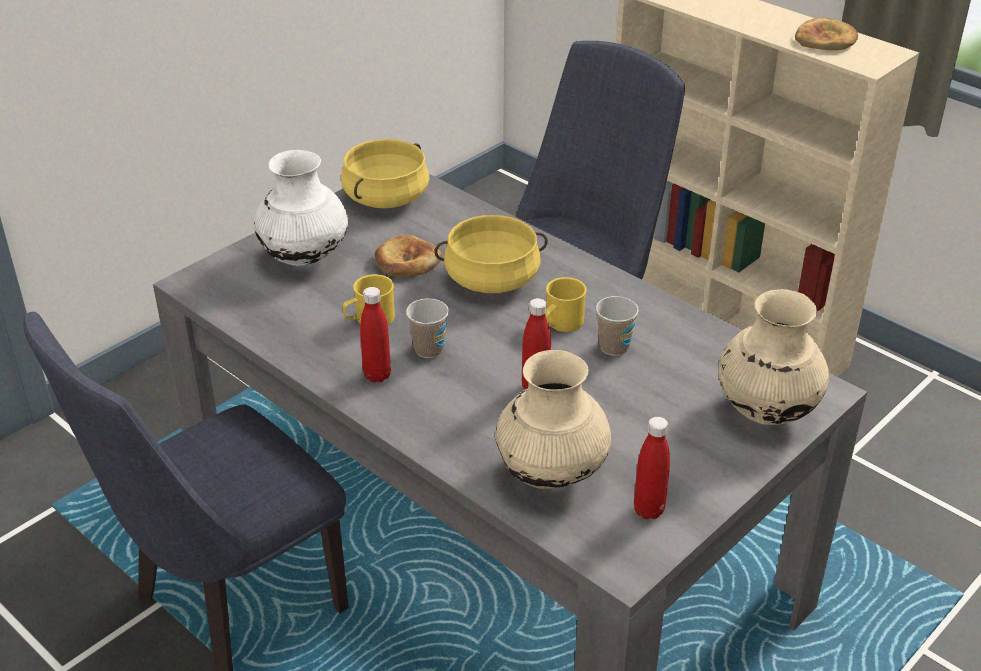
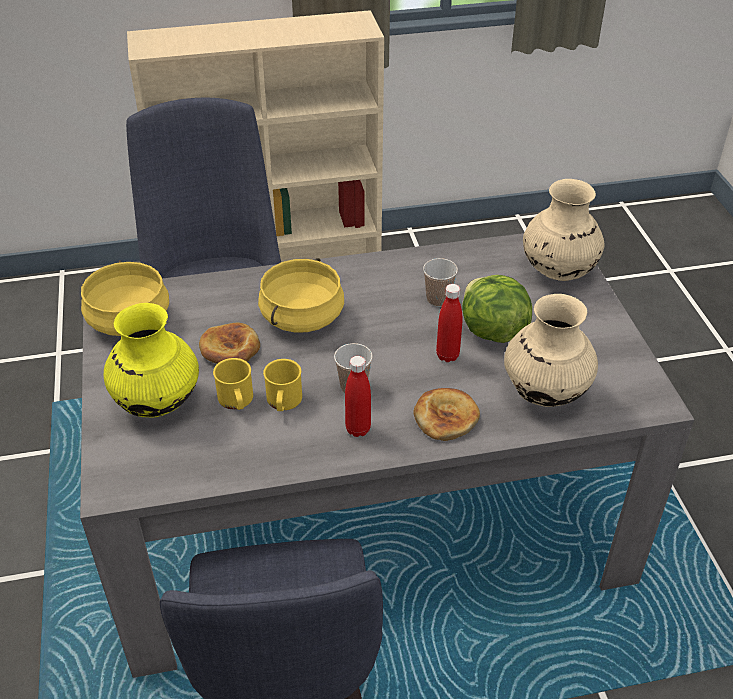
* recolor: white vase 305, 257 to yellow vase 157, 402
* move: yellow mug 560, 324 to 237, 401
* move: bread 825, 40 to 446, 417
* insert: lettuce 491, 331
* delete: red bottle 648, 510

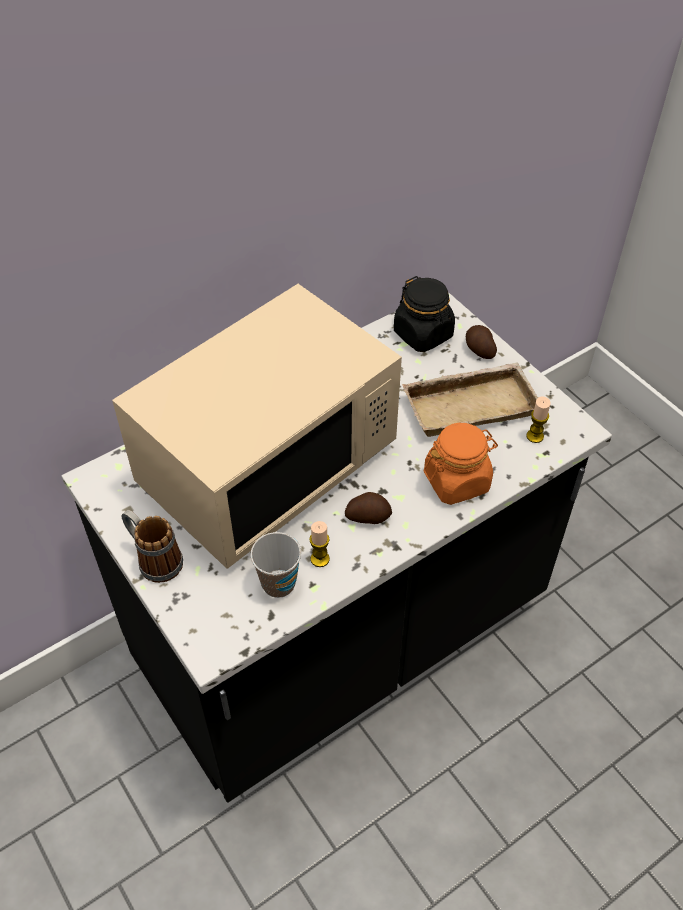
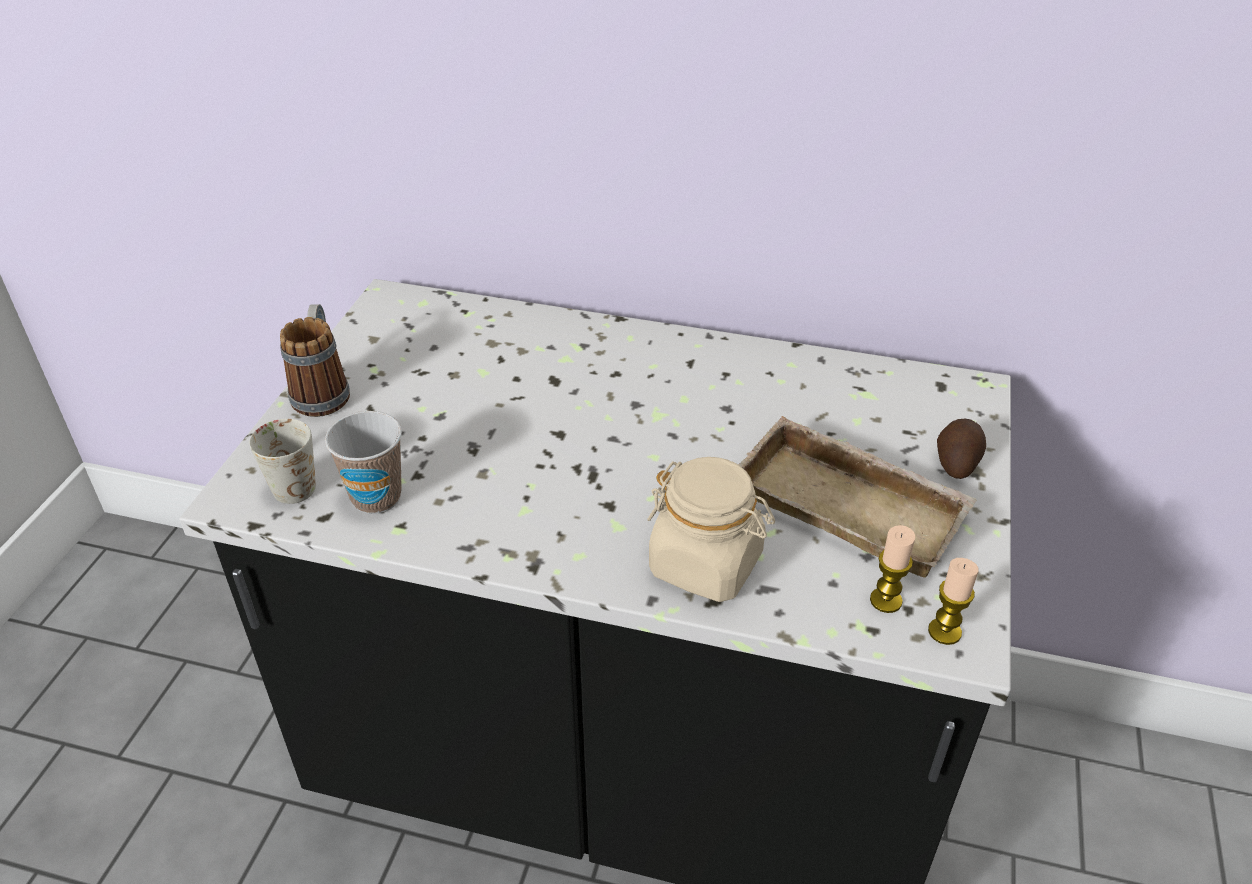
* insert: white mug 288, 481
* recolor: orange jar 457, 481 to beige jar 706, 564
* move: candle 320, 559 to 944, 631
* delete: beige microwave 268, 465
* delete: potato 368, 516
* delete: black jar 423, 334

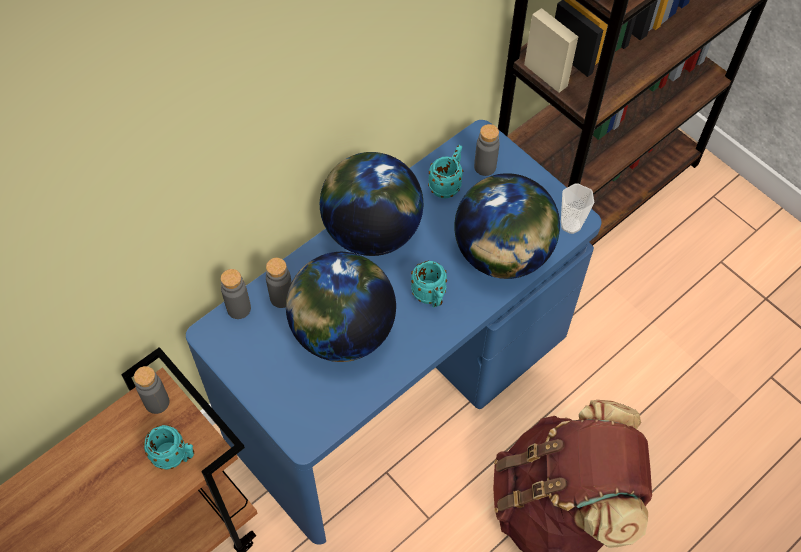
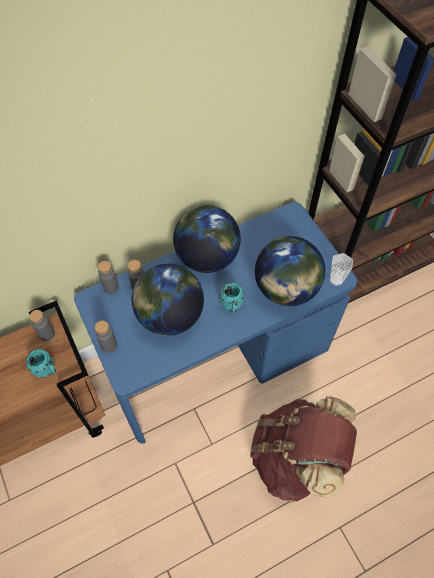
* move: grey bottle 485, 167 to 109, 345
* delete: turquoise mug 447, 184

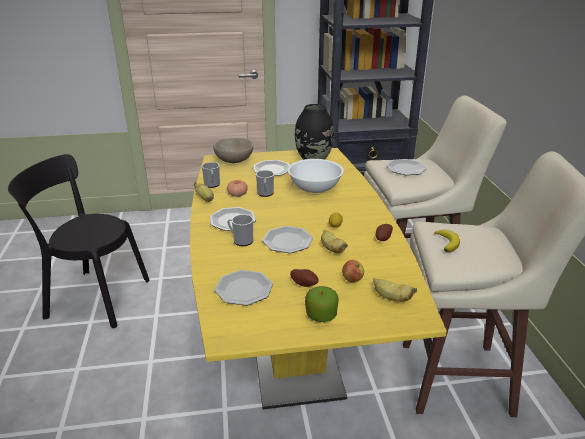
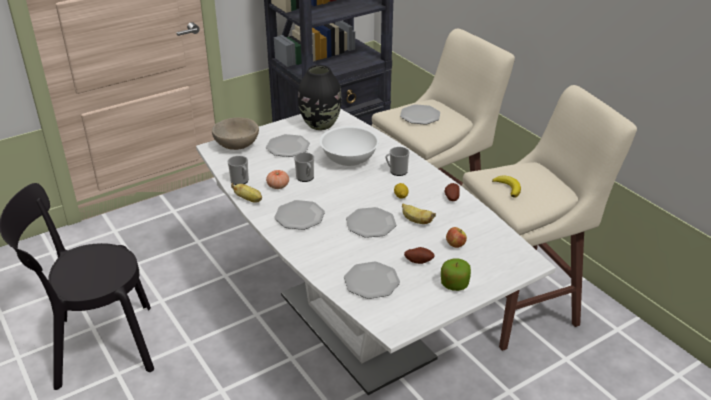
* recolor: yellow dining table 292, 344 to white dining table 355, 326
* move: mug 241, 241 to 396, 171
* delete: banana 391, 298

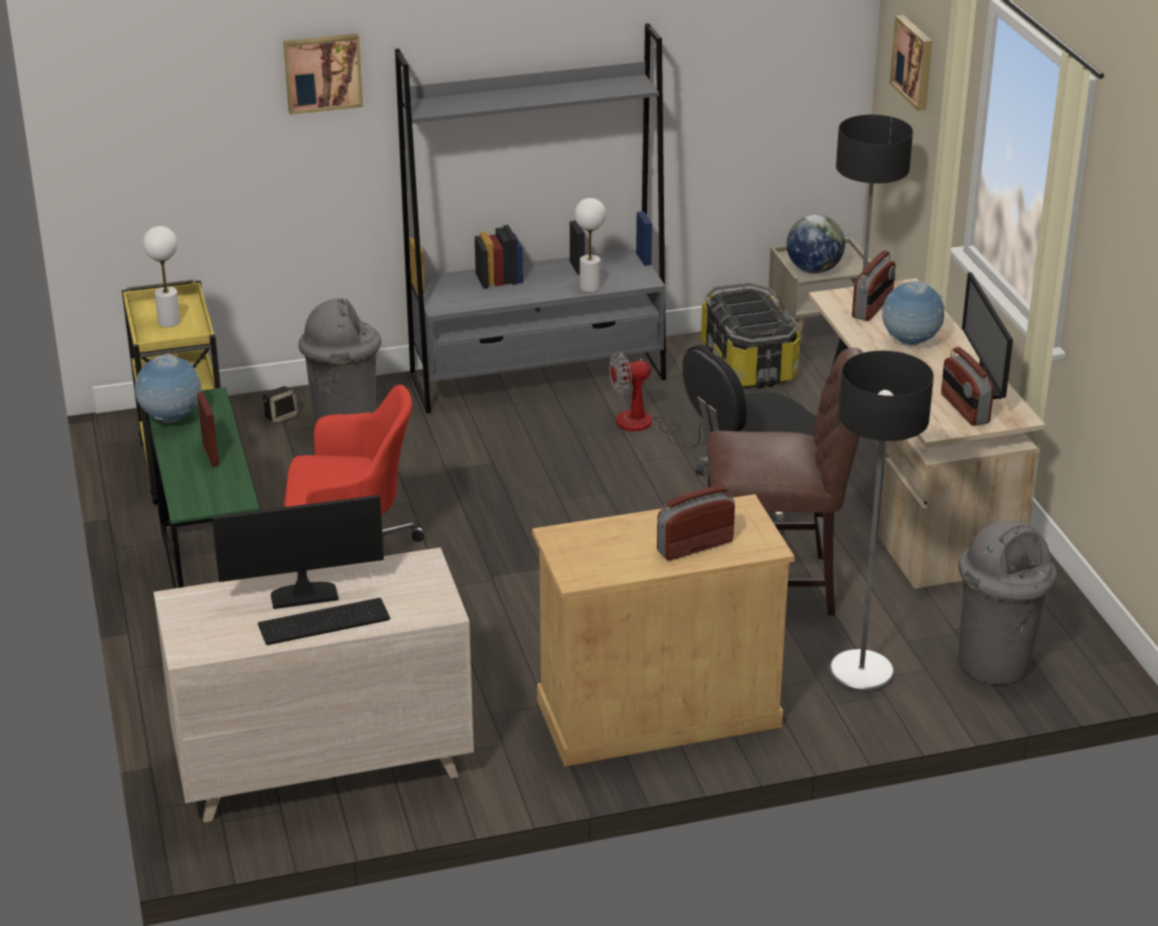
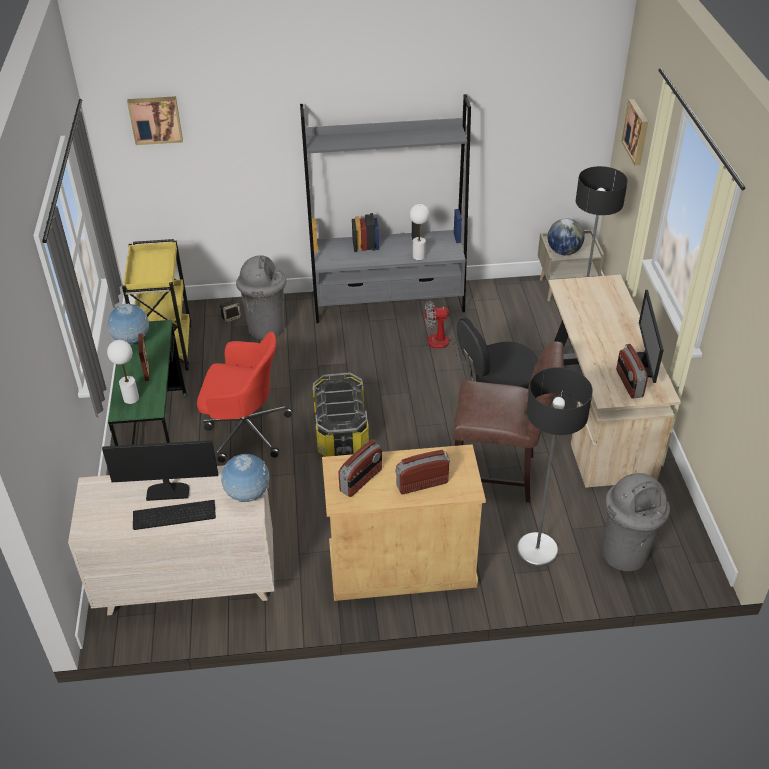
* move: white table lamp 169, 321 to 131, 398
* move: picture 322, 72 to 155, 119
* move: globe 910, 343 to 248, 495
* move: storage box 747, 363 to 340, 431
* move: radio 873, 307 to 361, 480

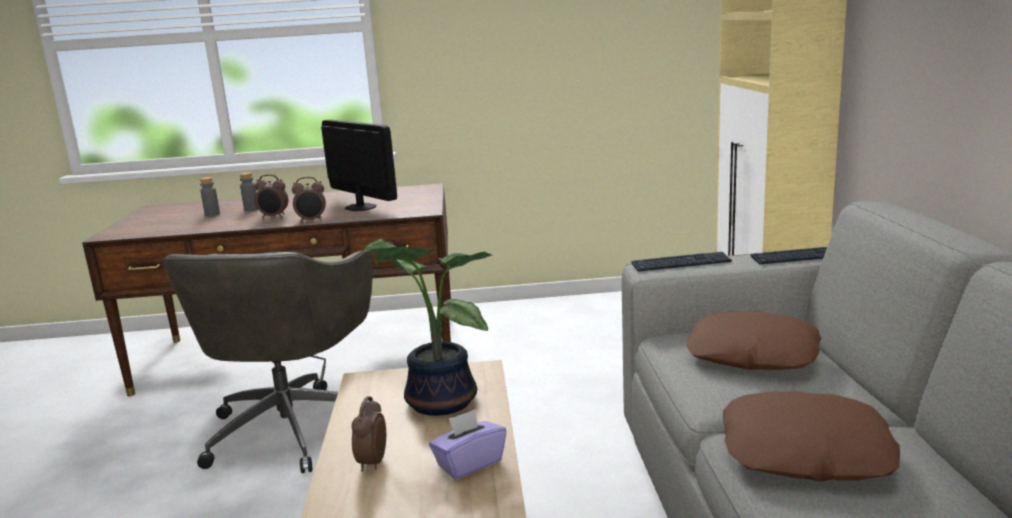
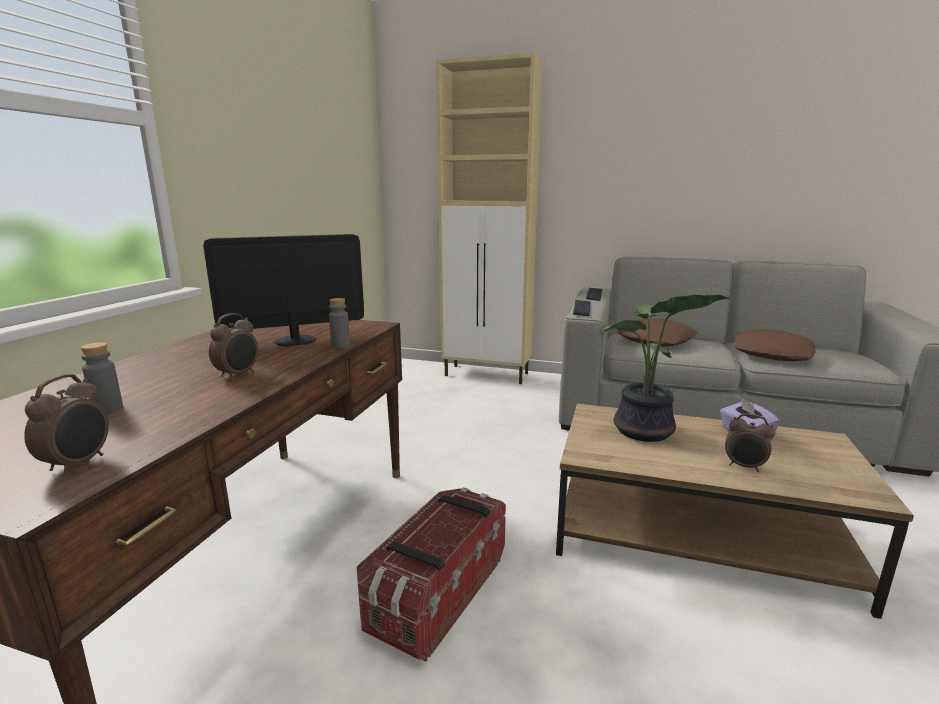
* move: alarm clock 312, 220 to 79, 464
* move: grey bottle 251, 209 to 340, 346
* replace: grey office chair 291, 427 to storage box 437, 592

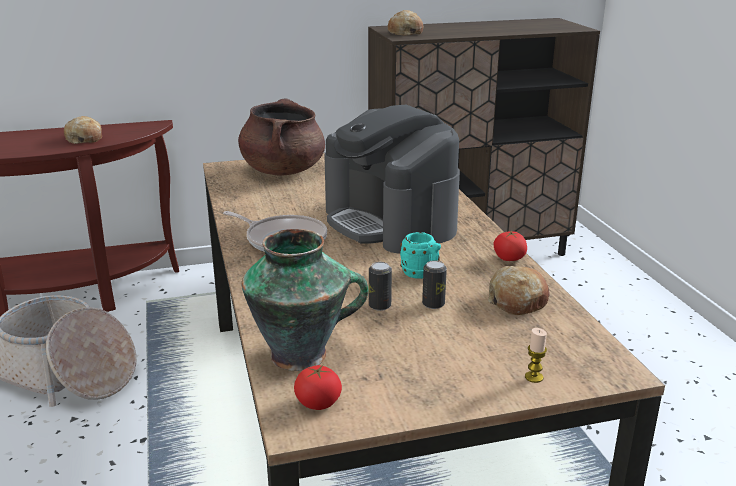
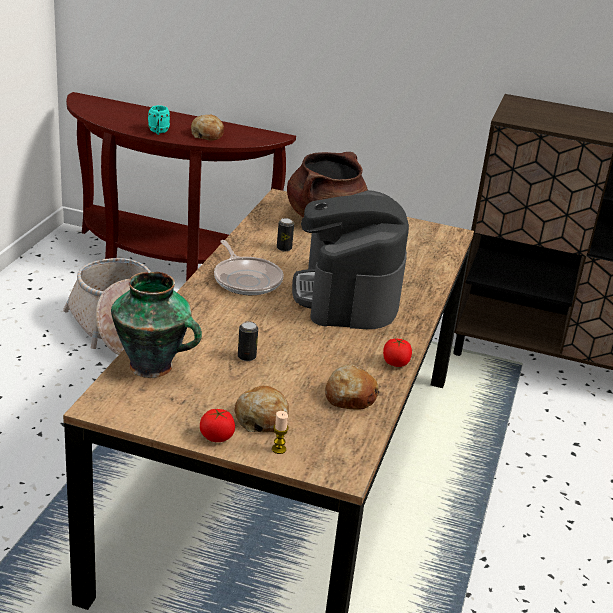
* move: turquoise mug 422, 275 to 158, 132
* move: tomato 318, 403 to 216, 437
* move: bread 405, 32 to 261, 418
* move: can 433, 304 to 284, 248

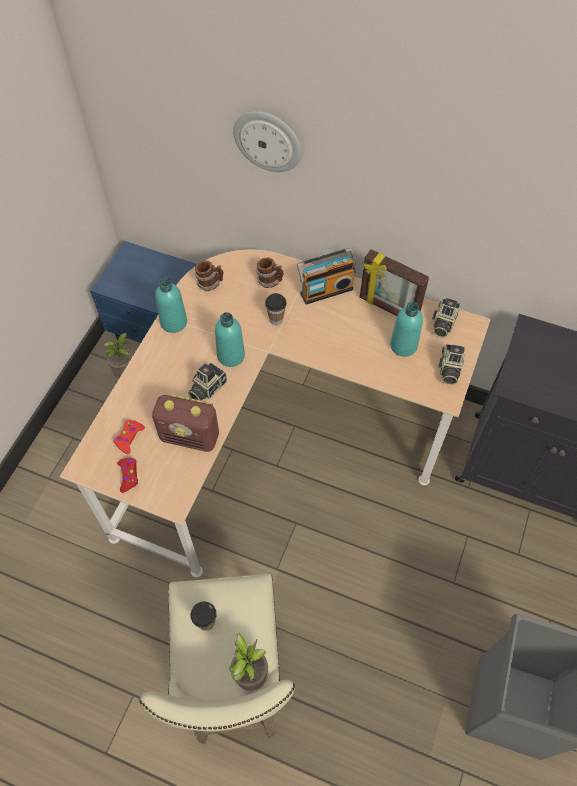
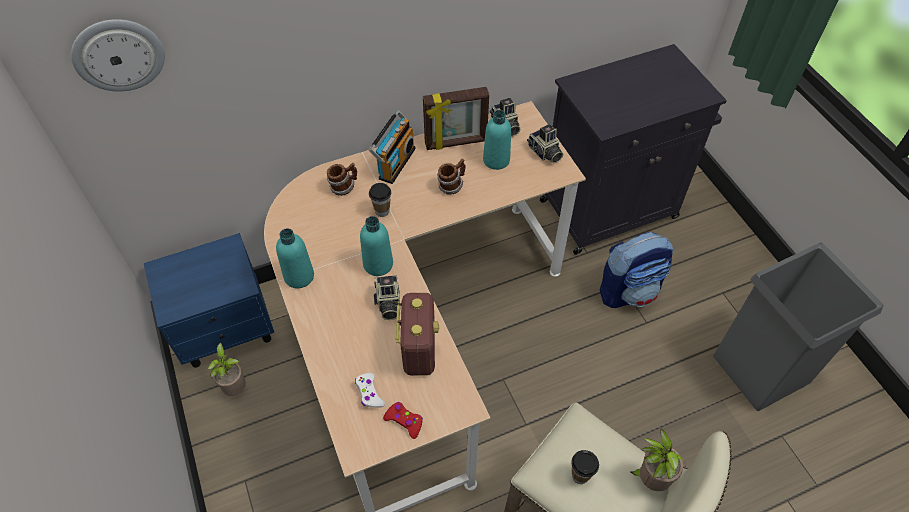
* move: wall clock 268, 140 to 118, 54
* recolor: red game controller 129, 438 to white game controller 369, 393
* rotate: radio 190, 437 = 419, 349 60 degrees counterclockwise
* move: mug 210, 283 to 451, 186
* insert: backpack 629, 291

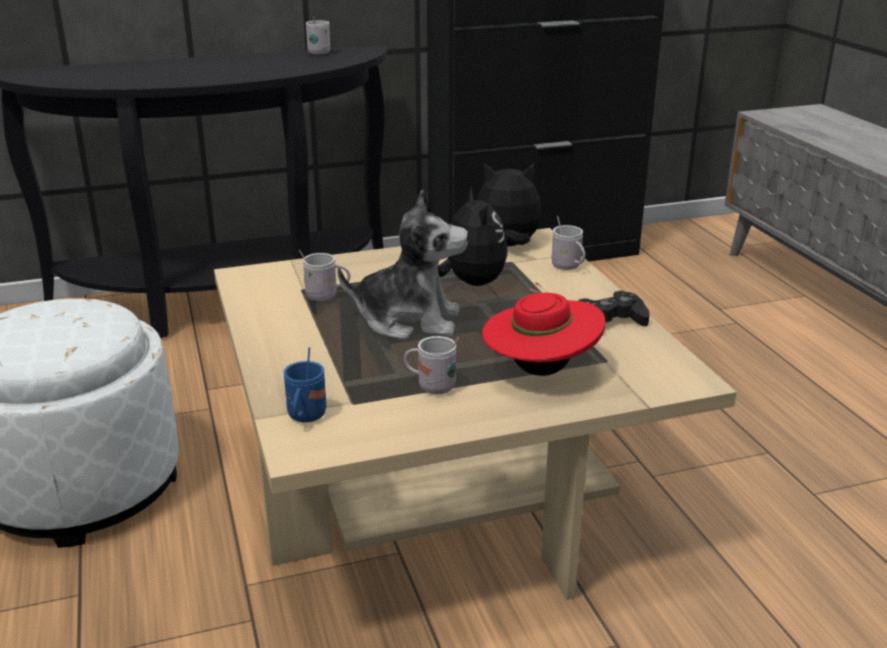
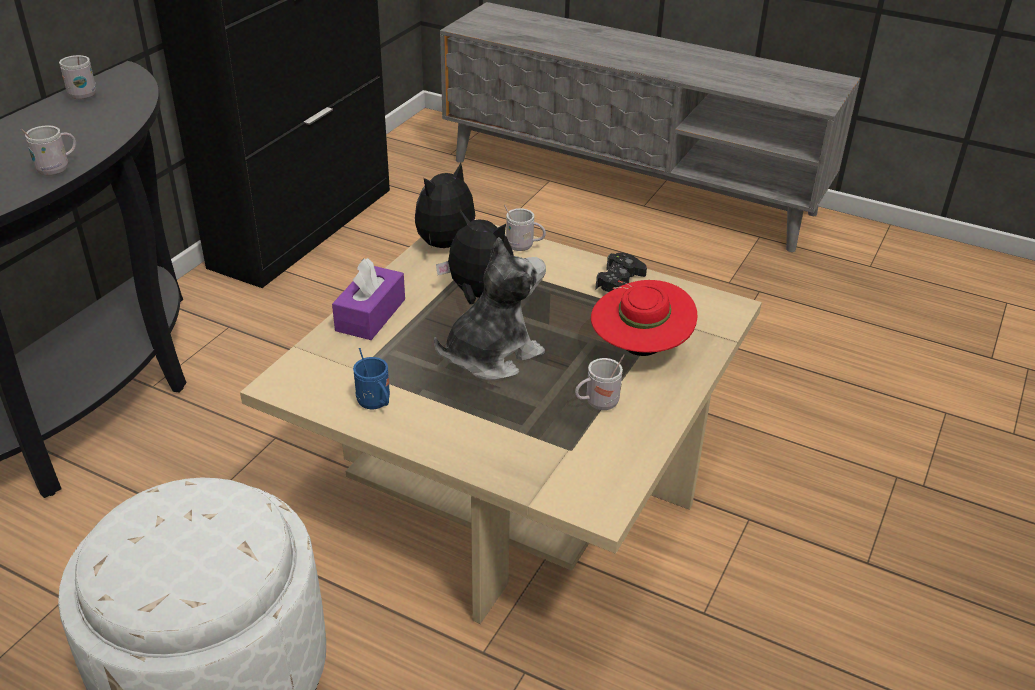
* move: white mug 326, 296 to 58, 168
* insert: purple tissue box 370, 315
* move: blue mug 305, 418 to 376, 404

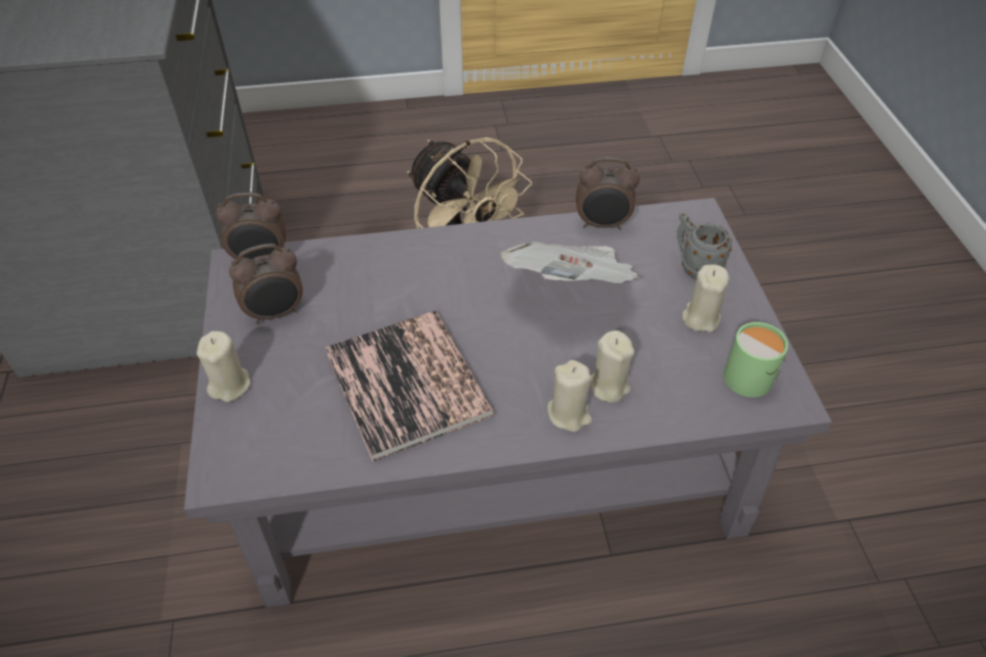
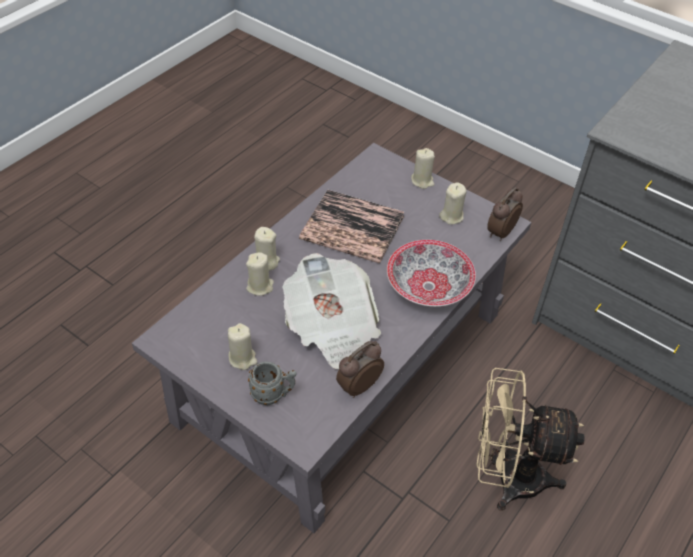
* insert: bowl 428, 287
* replace: alarm clock 276, 313 to beige candle 451, 216
* delete: green mug 751, 374

